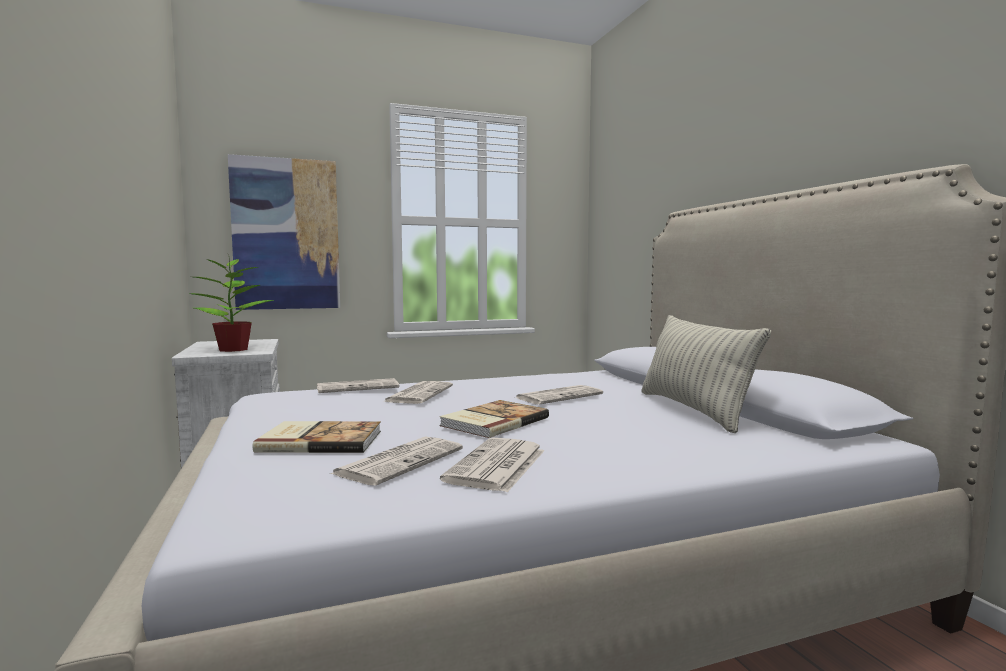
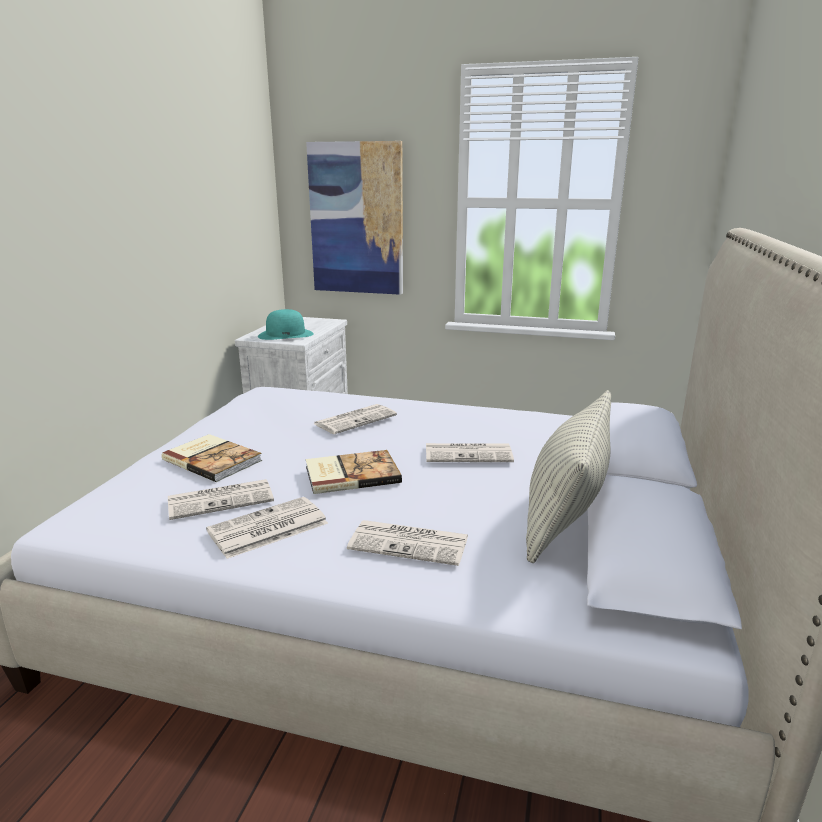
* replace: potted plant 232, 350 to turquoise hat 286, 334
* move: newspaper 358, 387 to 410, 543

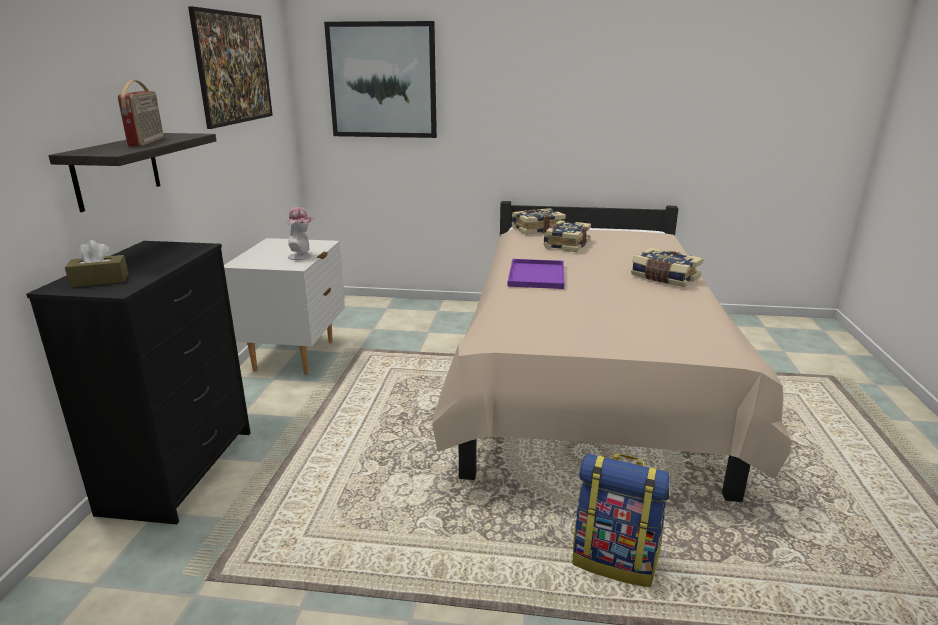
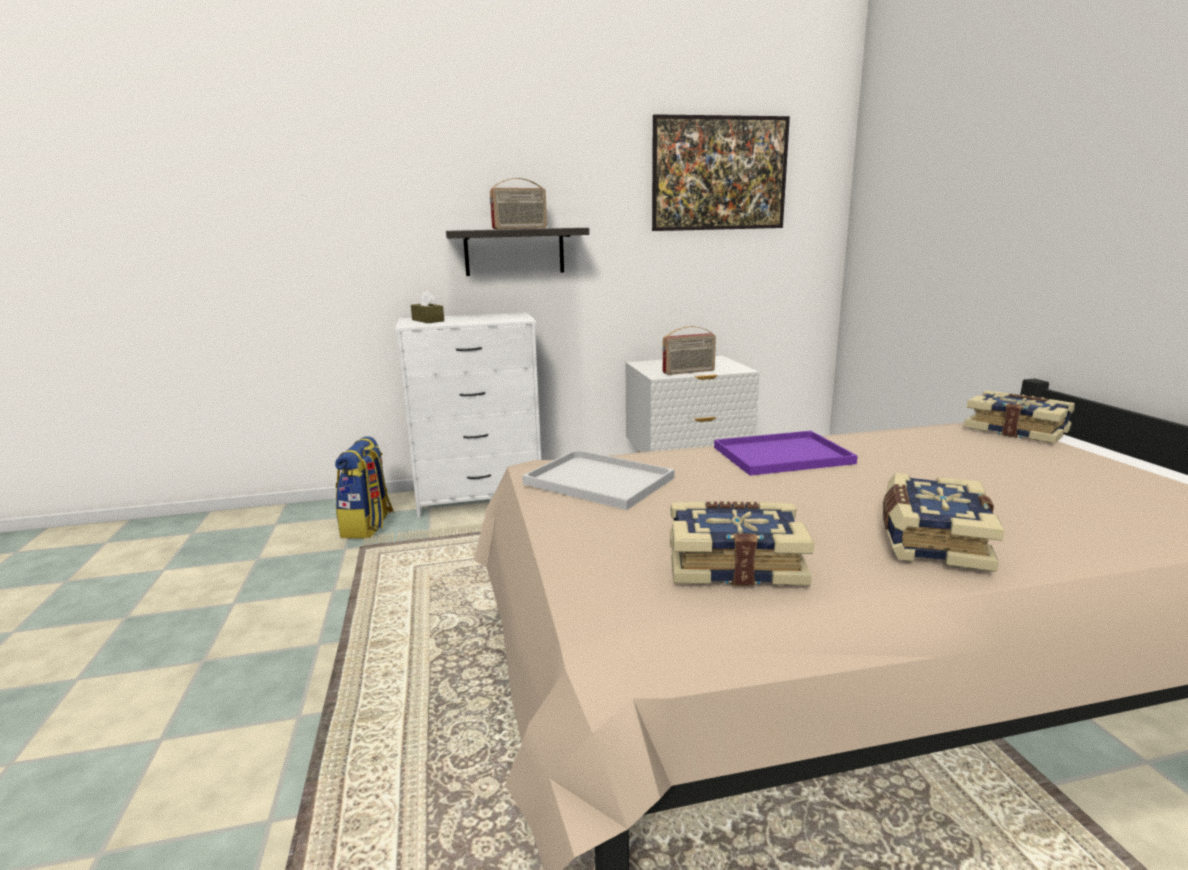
* move: backpack 615, 560 to 368, 526
* recolor: black dresser 180, 471 to white dresser 479, 498
* insert: white tray 601, 481
* replace: hat 302, 256 to radio 689, 372
* move: book 565, 244 to 734, 562
* delete: picture 382, 80

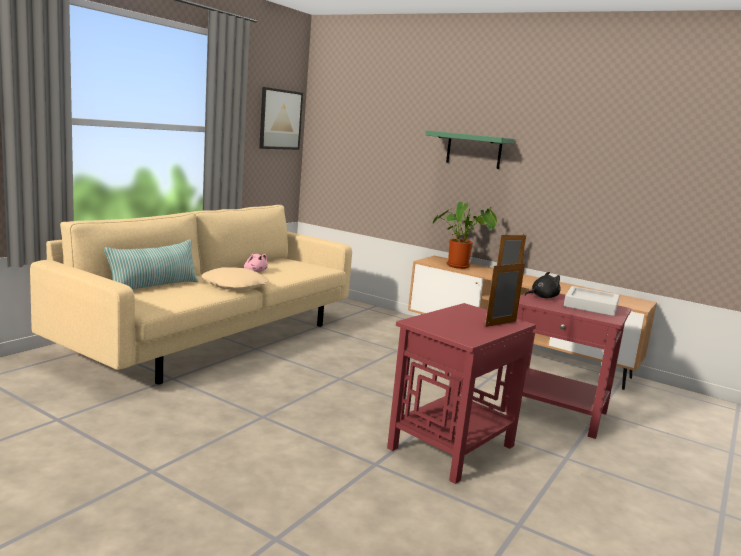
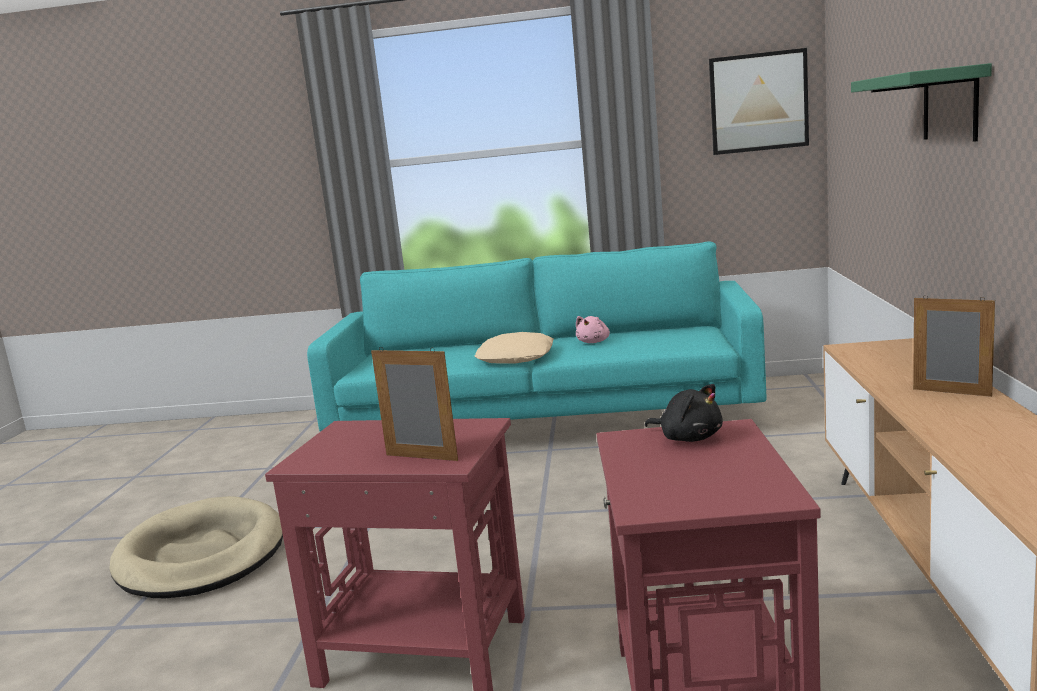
* insert: beige dog bed 201, 555
* recolor: beige sofa 215, 337 to turquoise sofa 544, 426
* delete: pillow 154, 287
* delete: potted plant 461, 266
* delete: grey tray 591, 306

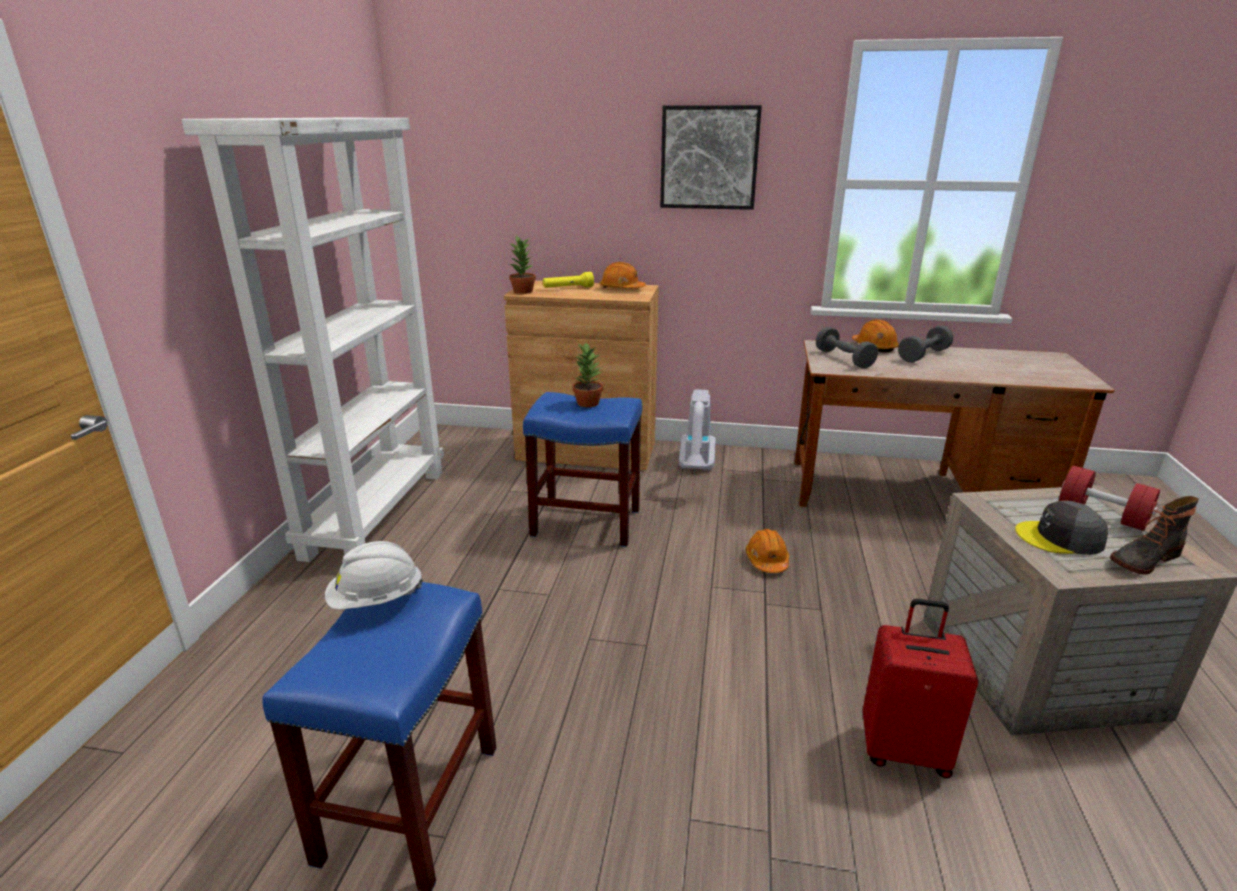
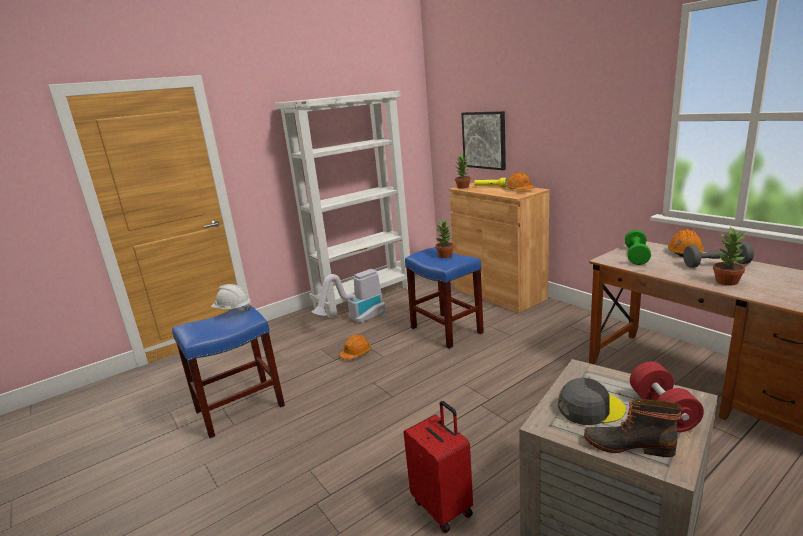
* move: vacuum cleaner 696, 470 to 356, 320
* move: orange hard hat 767, 560 to 356, 353
* move: picture 709, 158 to 484, 140
* rotate: grey cap 1060, 538 = 590, 408 120 degrees clockwise
* recolor: grey dumbbell 844, 359 to green dumbbell 636, 256
* insert: potted plant 727, 281

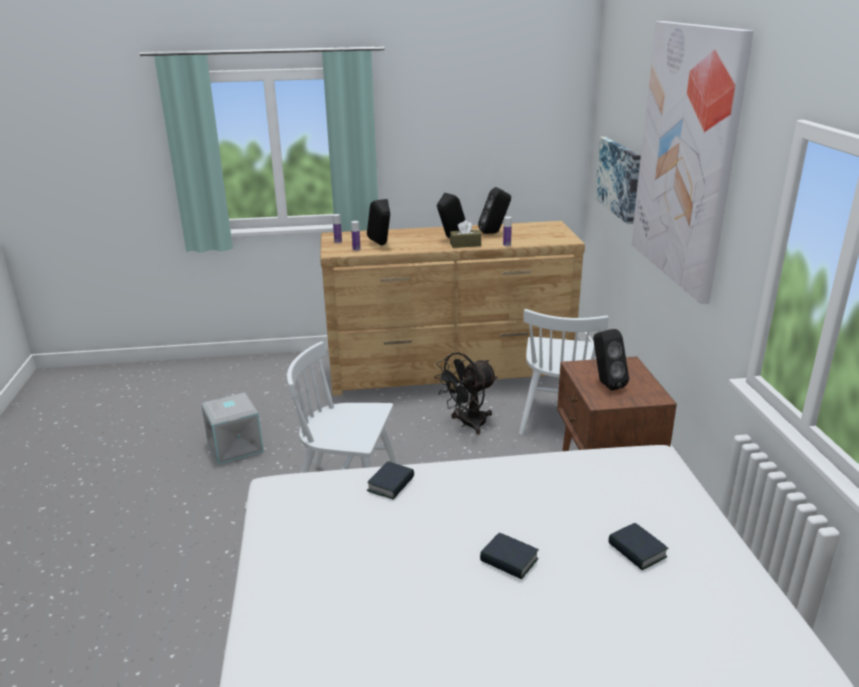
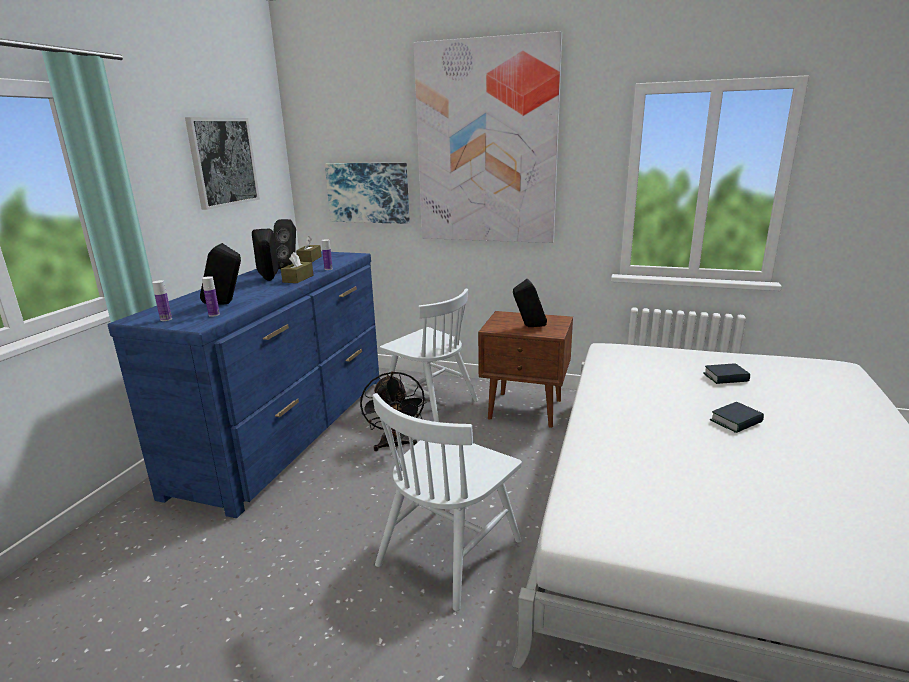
* recolor: brown dresser 450, 370 to blue dresser 290, 429
* insert: picture 223, 162
* insert: brown tissue box 309, 259
* delete: grey storage box 236, 446
* delete: book 391, 484

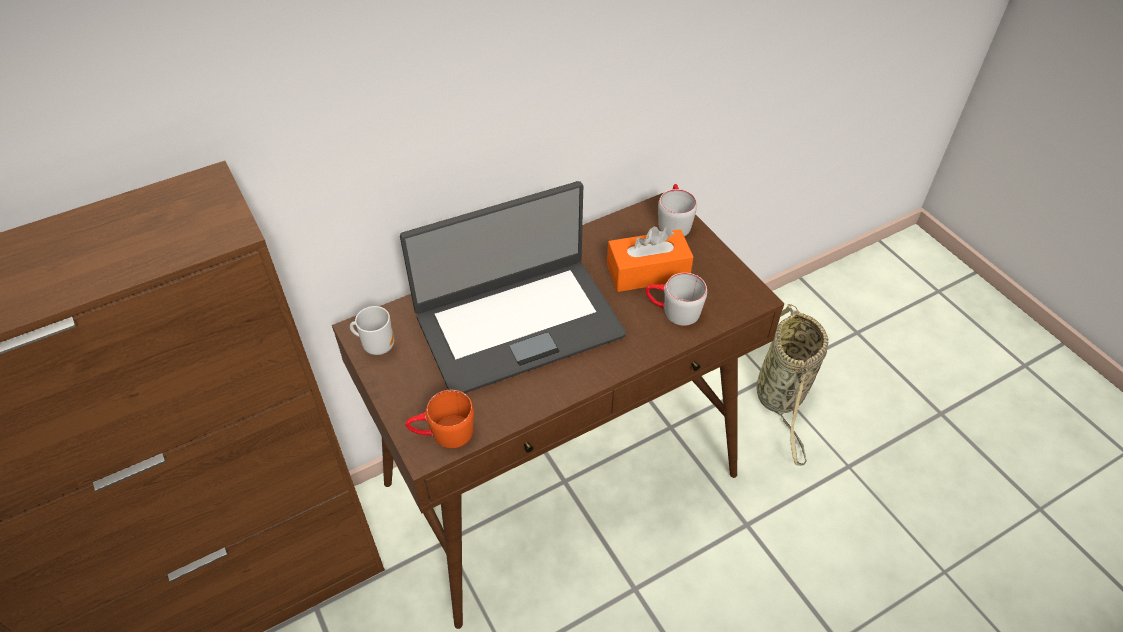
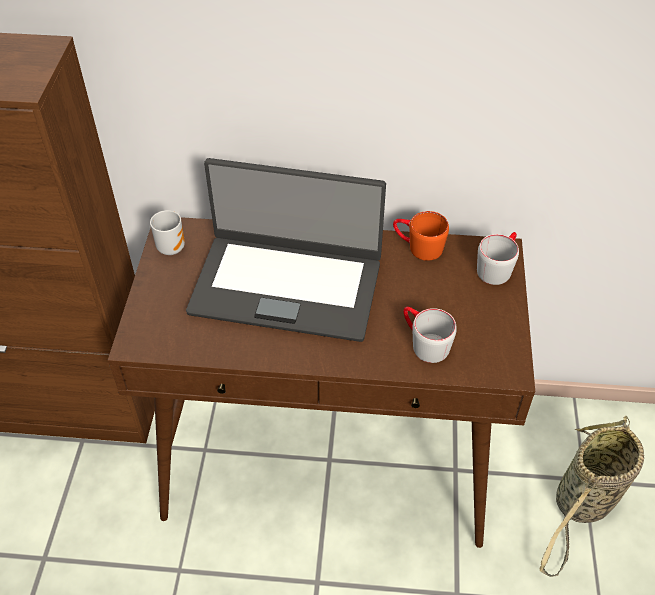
* move: orange mug 443, 434 to 418, 247
* delete: orange tissue box 647, 272

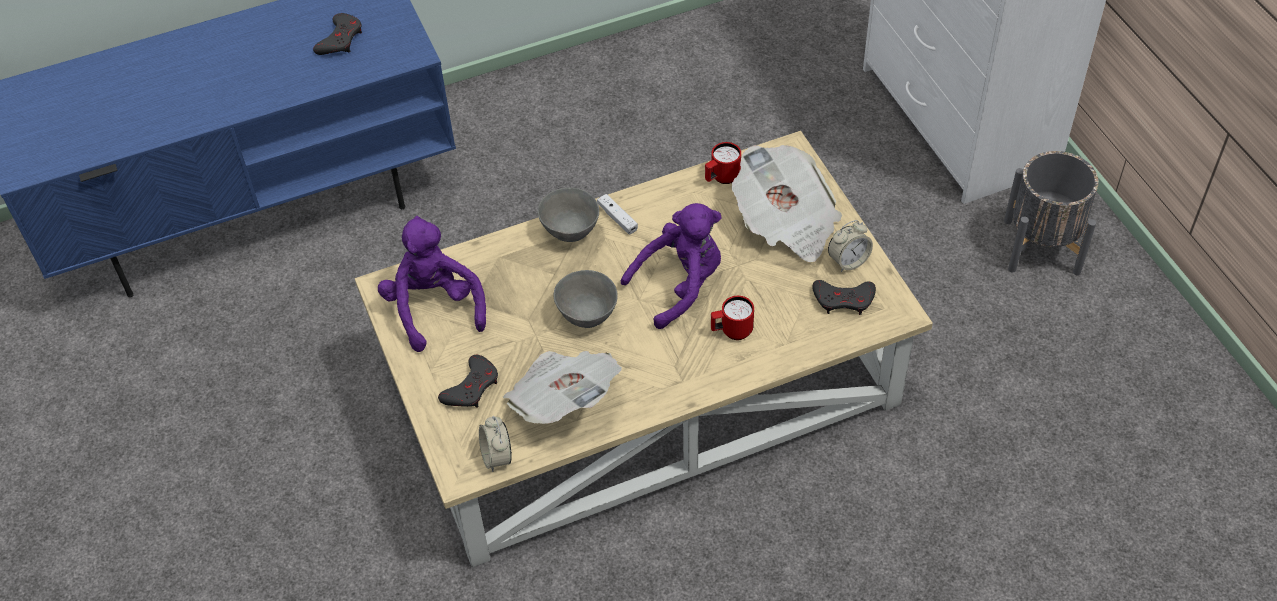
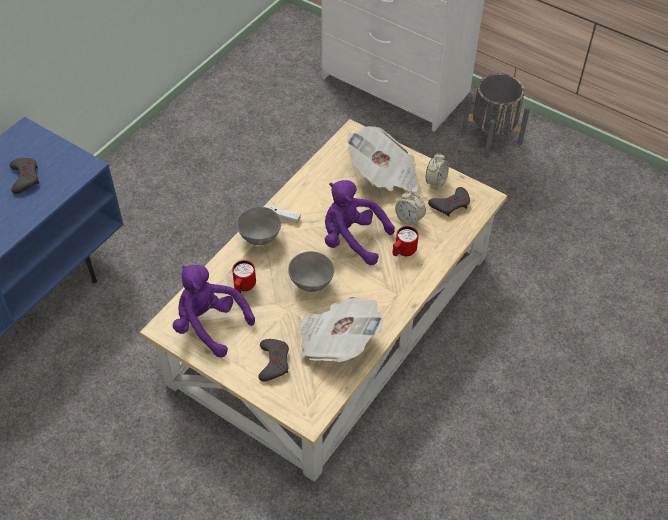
* move: red mug 721, 178 to 243, 287
* rotate: purple plush toy 680, 285 = 352, 239 90 degrees counterclockwise
* move: alarm clock 497, 457 to 409, 219

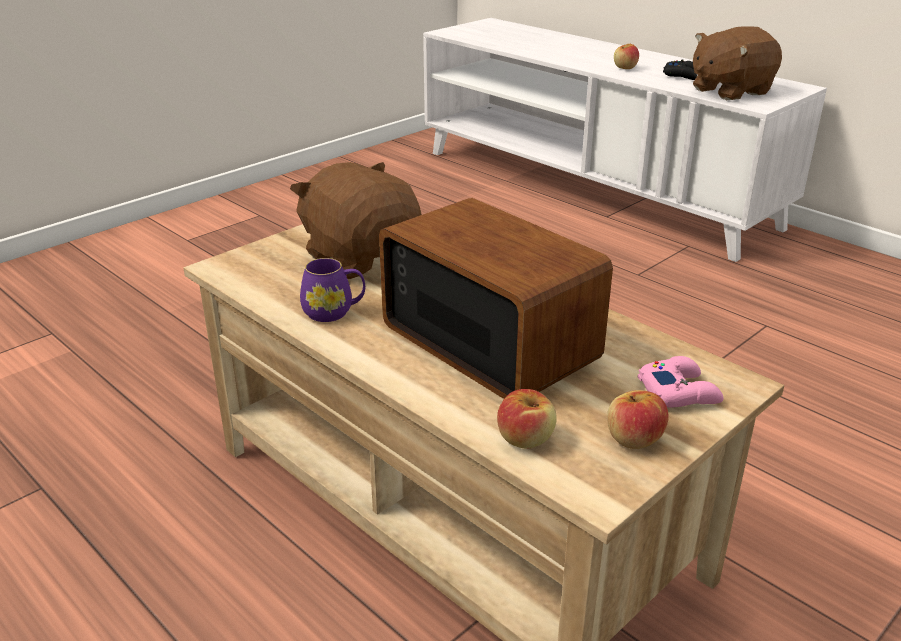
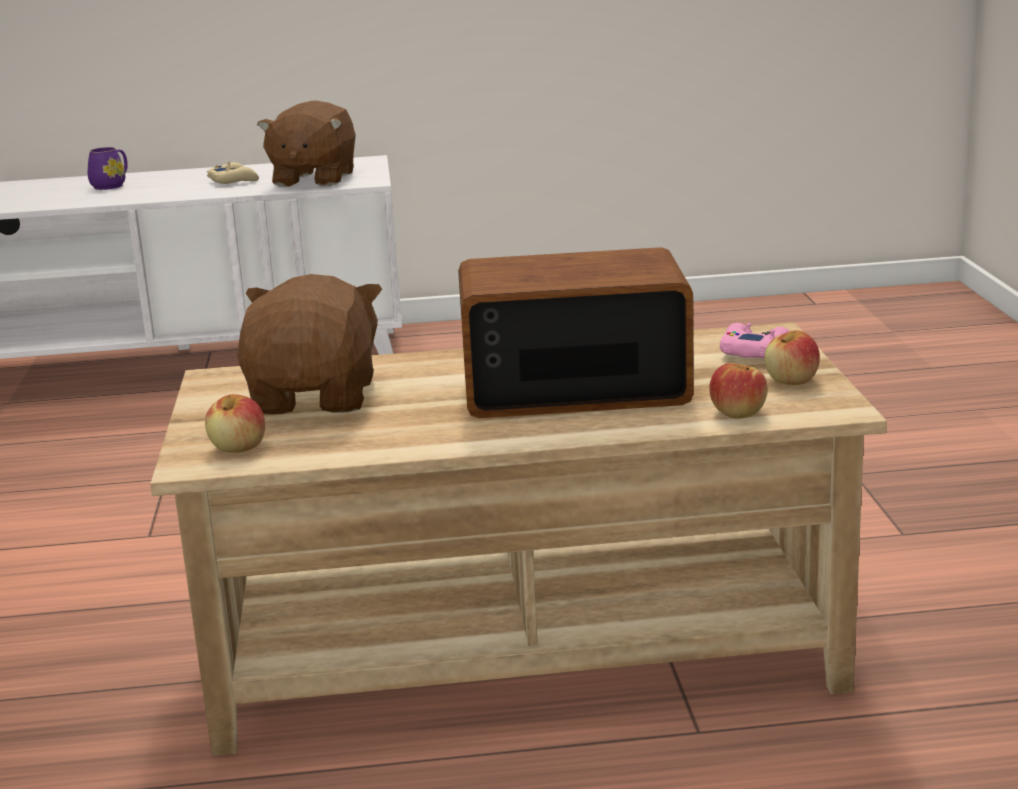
* move: purple mug 334, 312 to 112, 185
* move: apple 625, 68 to 238, 448
* recolor: black game controller 681, 75 to beige game controller 233, 181
* rotate: brown plush toy 362, 257 = 316, 397 90 degrees clockwise

